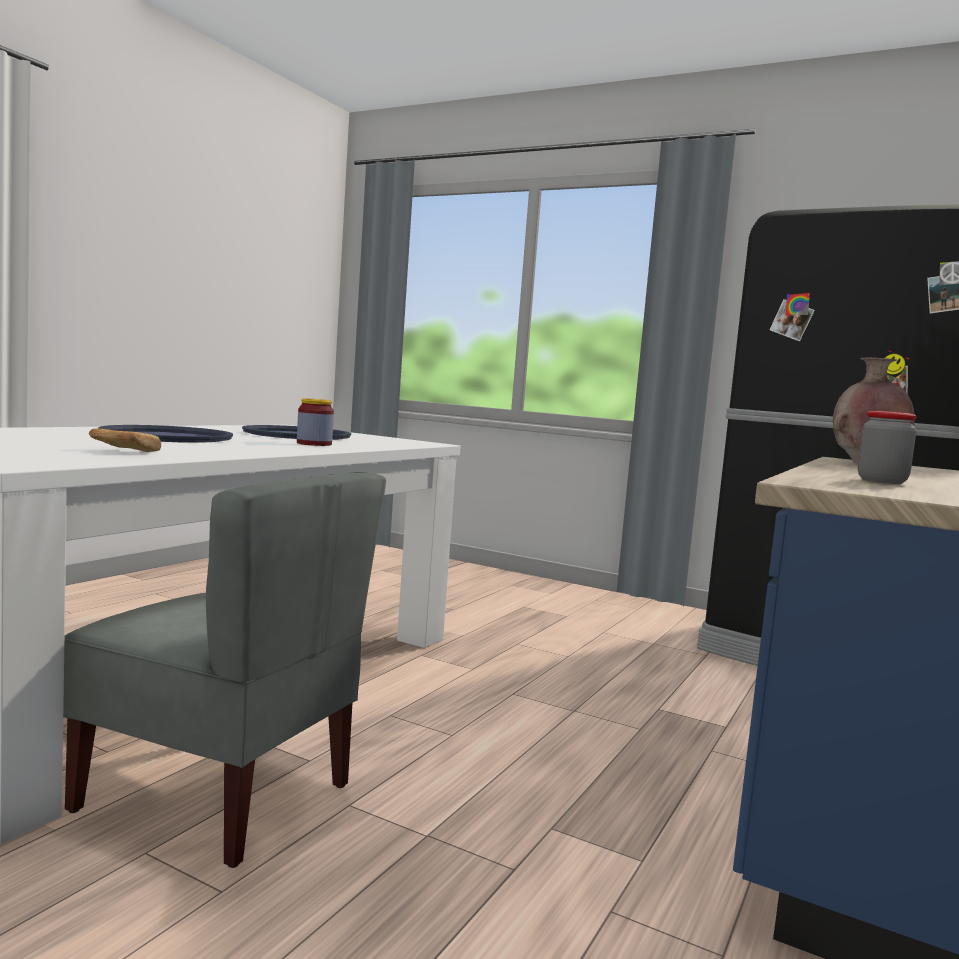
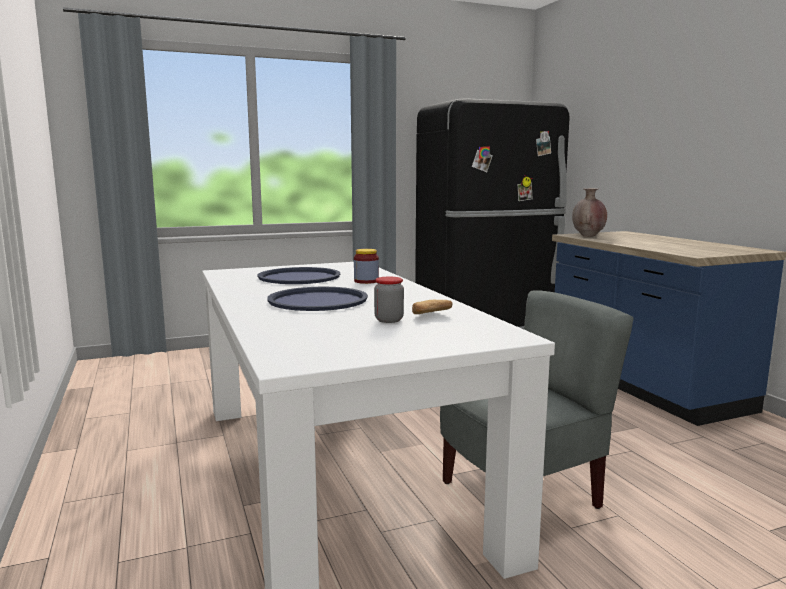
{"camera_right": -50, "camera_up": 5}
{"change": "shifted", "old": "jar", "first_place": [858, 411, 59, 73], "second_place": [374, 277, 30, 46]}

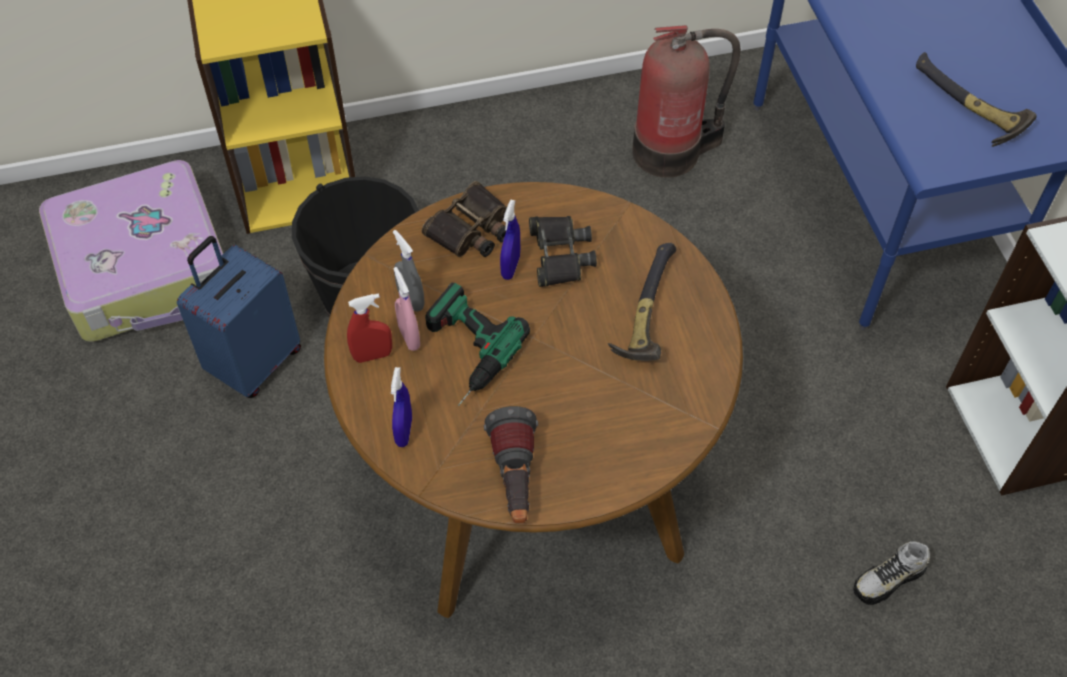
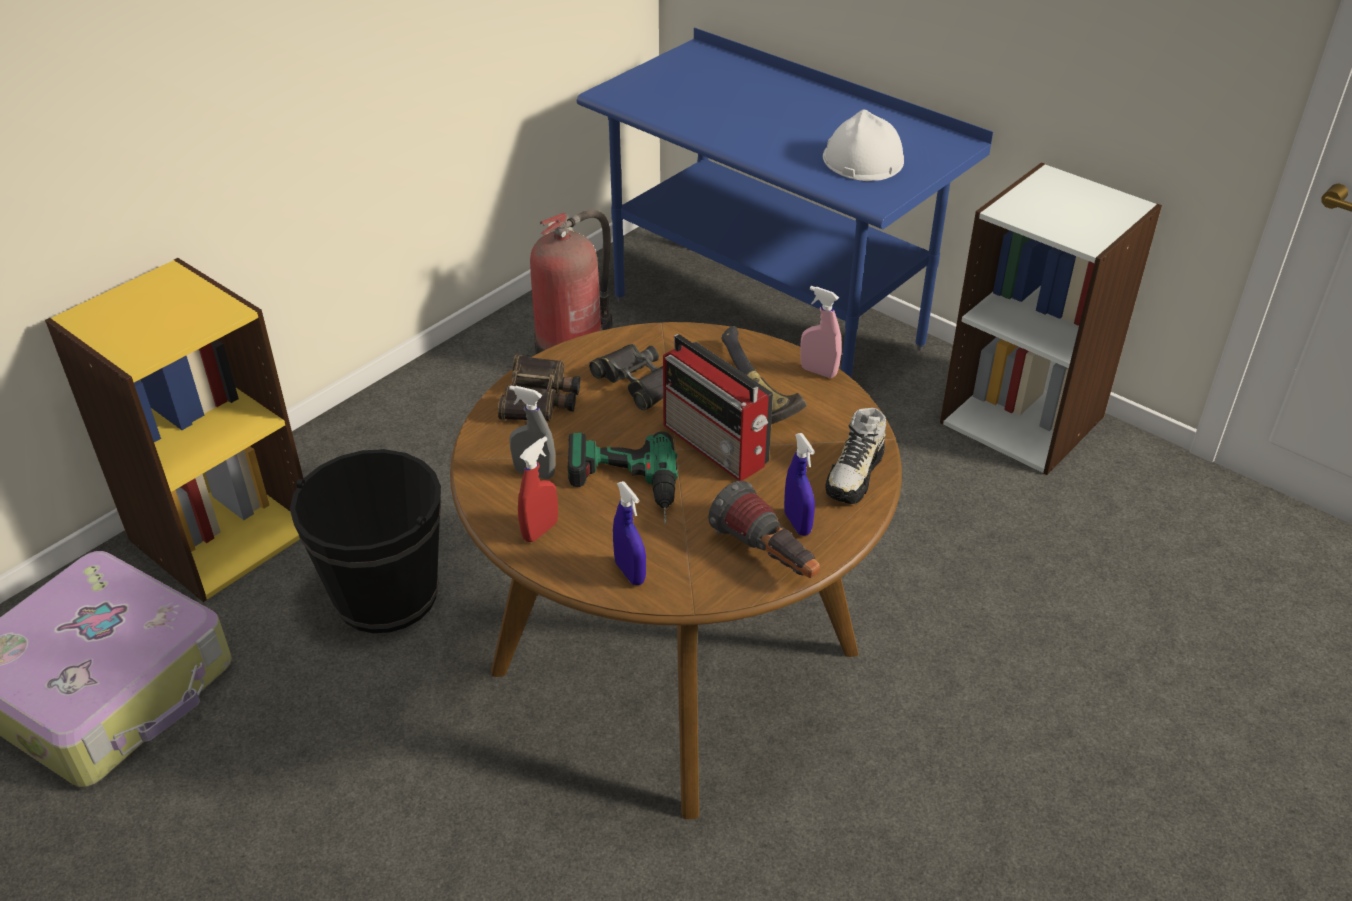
{"camera_right": -35, "camera_up": -15}
{"change": "gone", "old": "blue suitcase", "first_place": [177, 236, 124, 162]}
{"change": "shifted", "old": "pink spray bottle", "first_place": [393, 267, 27, 84], "second_place": [800, 286, 42, 92]}
{"change": "shifted", "old": "blue spray bottle", "first_place": [500, 200, 20, 80], "second_place": [784, 433, 31, 103]}
{"change": "shifted", "old": "shoe", "first_place": [853, 541, 77, 64], "second_place": [826, 408, 60, 96]}
{"change": "swapped", "old": "hammer", "new": "white hard hat", "first_place": [916, 52, 120, 95], "second_place": [823, 109, 81, 72]}
{"change": "new", "new": "radio", "second_place": [663, 334, 110, 147]}

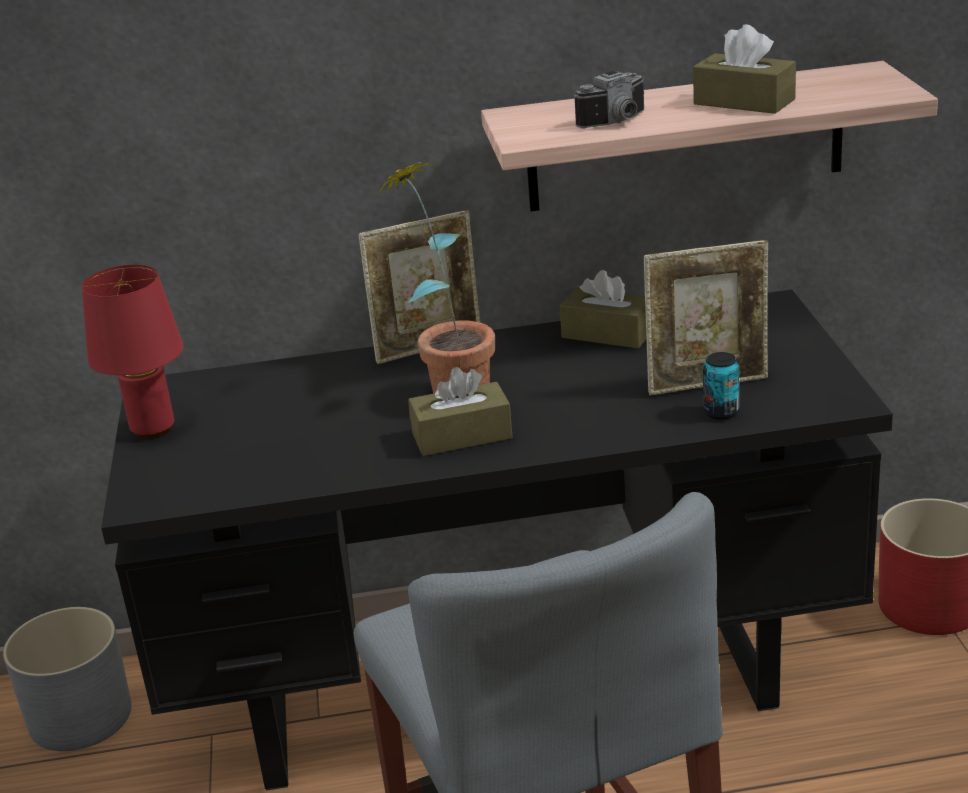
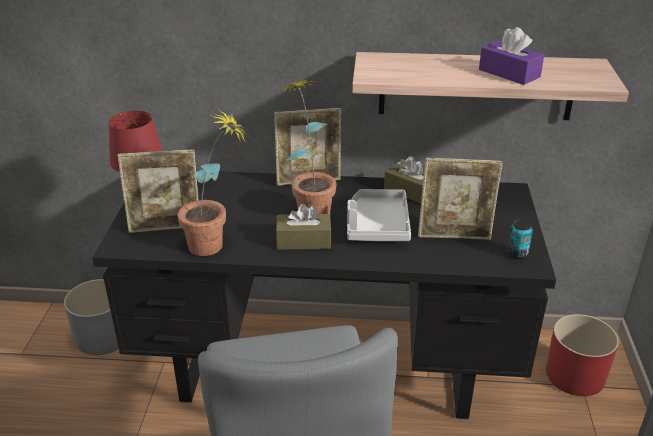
{"camera_right": 10, "camera_up": 5}
{"change": "gone", "old": "photo camera", "first_place": [574, 71, 70, 57]}
{"change": "repainted", "old": "brown tissue box", "new": "purple tissue box", "first_place": [693, 24, 103, 90], "second_place": [479, 27, 65, 58]}
{"change": "shifted", "old": "can", "first_place": [703, 352, 36, 68], "second_place": [507, 220, 26, 39]}
{"change": "new", "new": "picture frame", "second_place": [118, 149, 81, 84]}
{"change": "new", "new": "potted plant", "second_place": [177, 110, 70, 146]}
{"change": "new", "new": "grey tray", "second_place": [347, 189, 64, 52]}

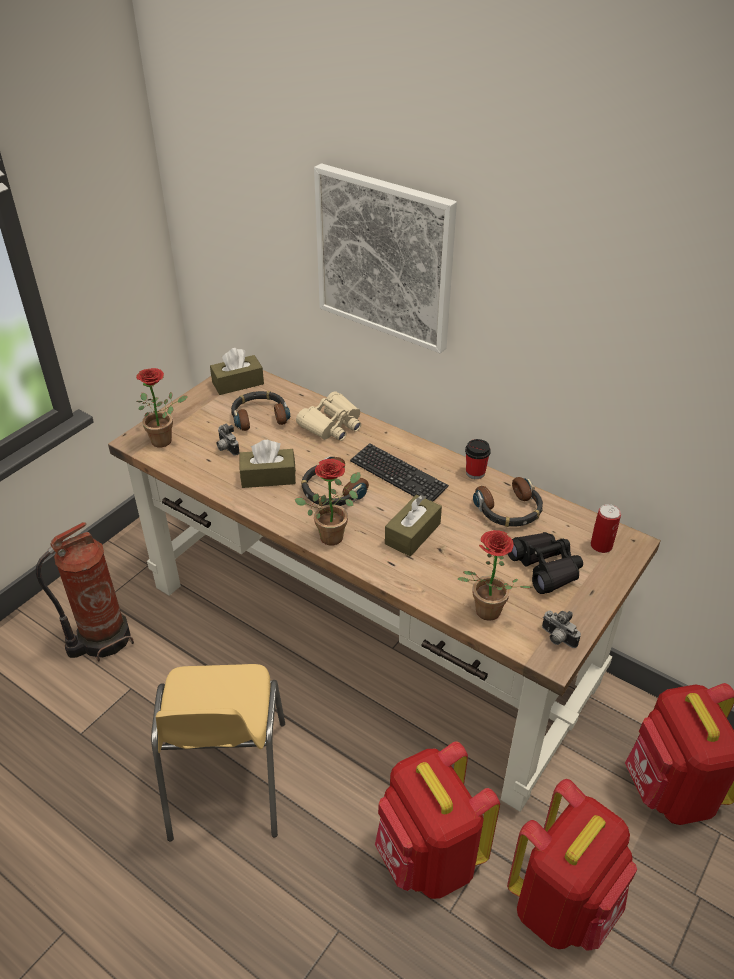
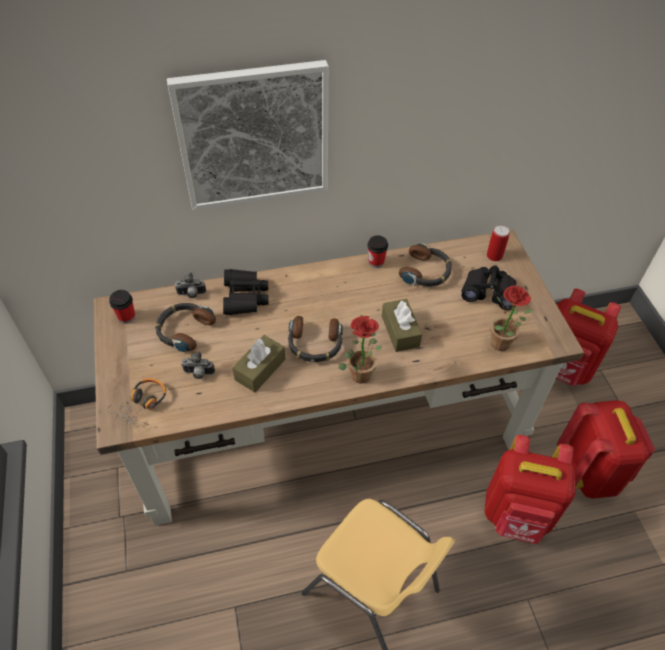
{"camera_right": -50, "camera_up": 10}
{"change": "gone", "old": "fire extinguisher", "first_place": [36, 522, 98, 139]}
{"change": "swapped", "old": "potted plant", "new": "headphones", "first_place": [136, 368, 52, 79], "second_place": [107, 378, 59, 49]}
{"change": "swapped", "old": "brown tissue box", "new": "cup", "first_place": [210, 348, 54, 47], "second_place": [109, 290, 26, 34]}
{"change": "repainted", "old": "beige binoculars", "new": "black binoculars", "first_place": [296, 391, 65, 50], "second_place": [223, 269, 46, 46]}
{"change": "gone", "old": "keyboard", "first_place": [350, 443, 99, 59]}
{"change": "shifted", "old": "photo camera", "first_place": [542, 611, 39, 37], "second_place": [175, 273, 31, 25]}

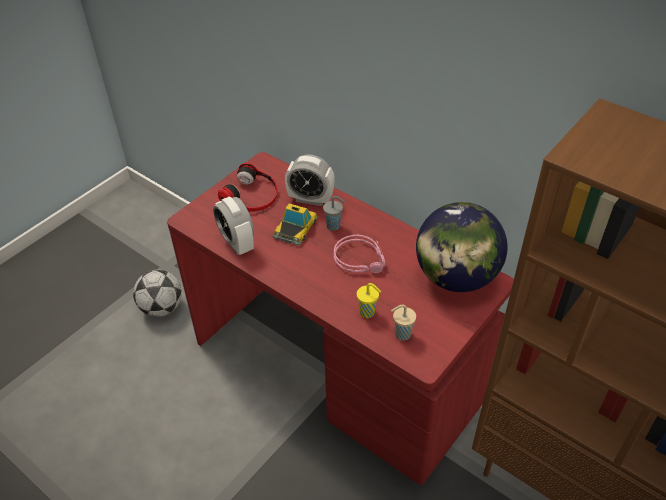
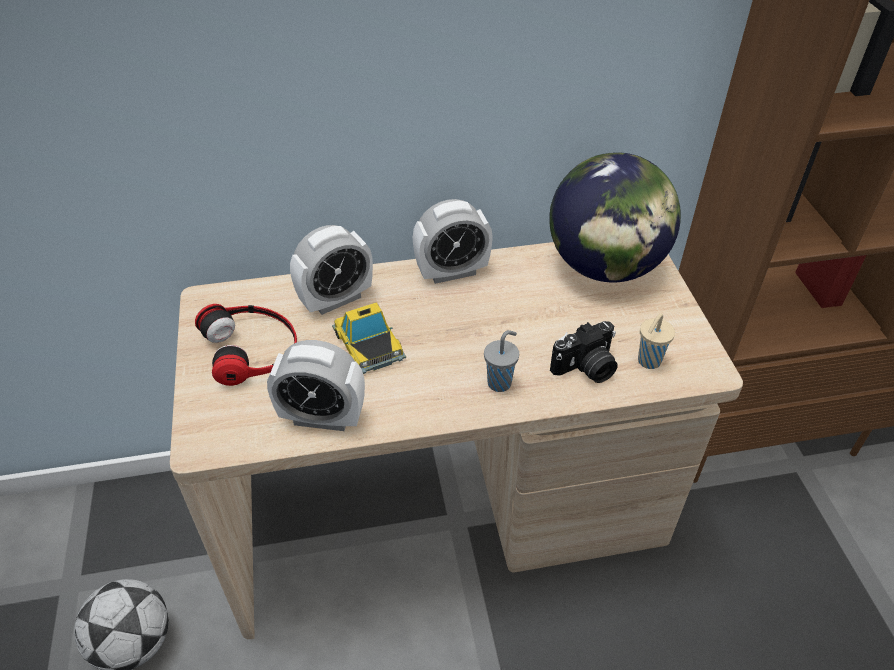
{"camera_right": -50, "camera_up": 0}
{"change": "repainted", "old": "red desk", "new": "beige desk", "first_place": [167, 152, 347, 333], "second_place": [170, 242, 573, 397]}
{"change": "shifted", "old": "grey cup", "first_place": [323, 196, 22, 35], "second_place": [484, 330, 35, 62]}
{"change": "gone", "old": "pink headphones", "first_place": [334, 235, 51, 38]}
{"change": "swapped", "old": "yellow cup", "new": "photo camera", "first_place": [357, 283, 24, 35], "second_place": [550, 321, 68, 62]}
{"change": "new", "new": "alarm clock", "second_place": [413, 199, 80, 85]}

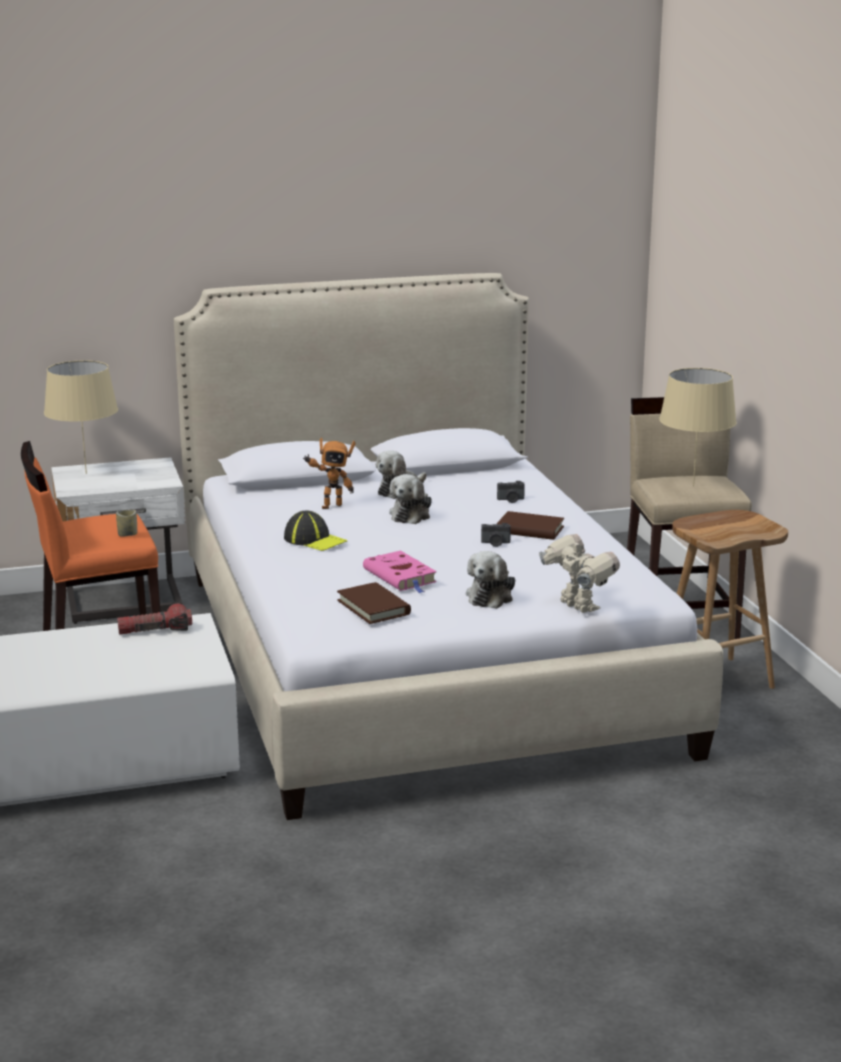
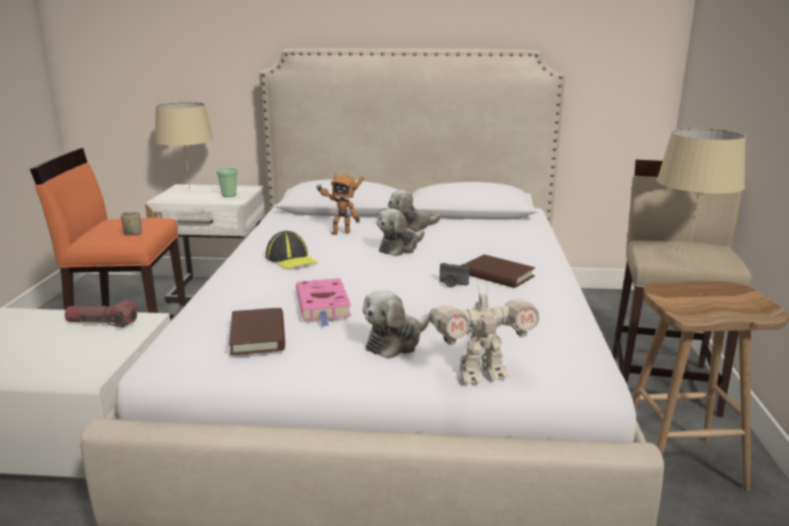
{"camera_right": 20, "camera_up": 0}
{"change": "gone", "old": "photo camera", "first_place": [497, 481, 28, 22]}
{"change": "rotated", "old": "toy robot", "first_place": [539, 534, 81, 79], "second_place": [429, 283, 110, 100], "degrees": 90}
{"change": "new", "new": "cup", "second_place": [216, 168, 22, 29]}

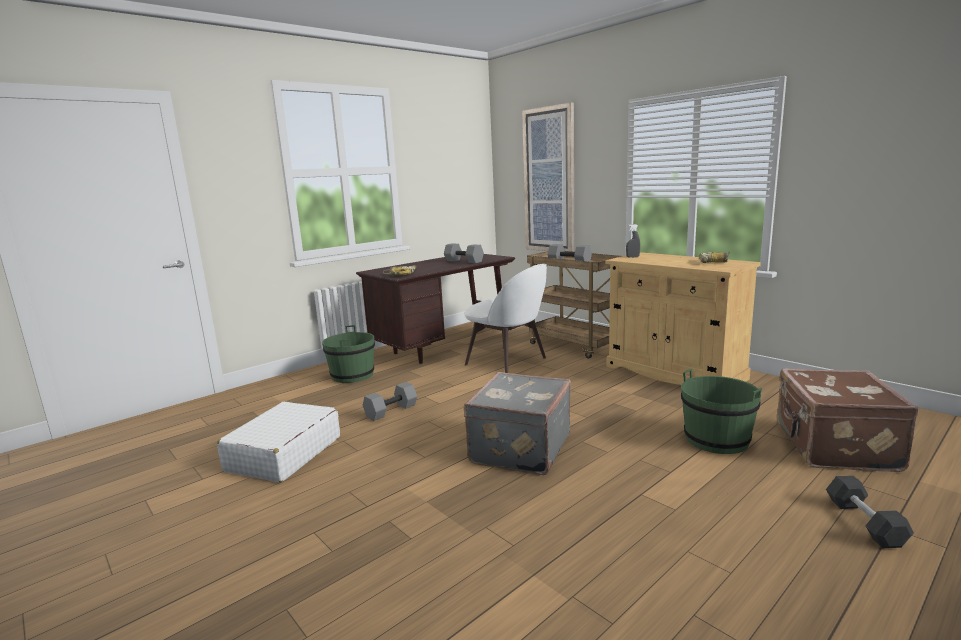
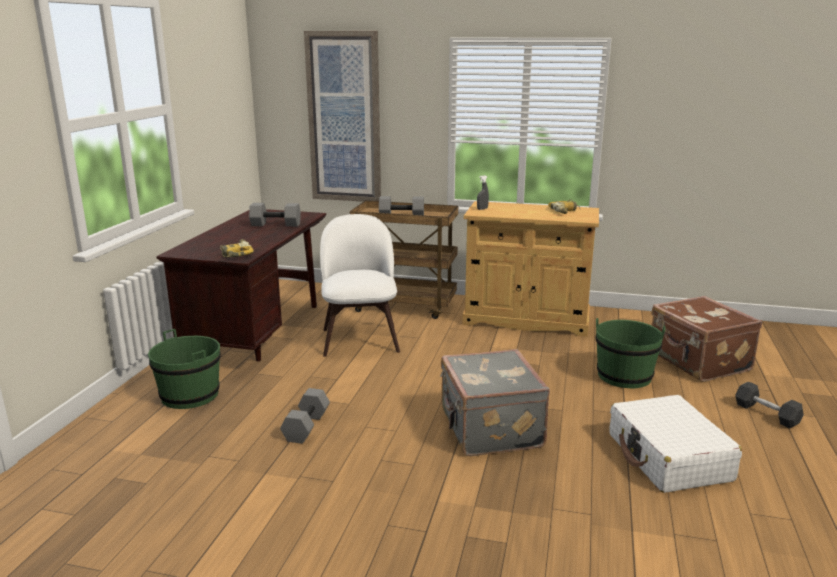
{"camera_right": -35, "camera_up": 5}
{"change": "shifted", "old": "white suitcase", "first_place": [217, 402, 123, 80], "second_place": [610, 395, 132, 98]}
{"change": "rotated", "old": "white chair", "first_place": [464, 264, 83, 109], "second_place": [320, 214, 80, 143], "degrees": -105}

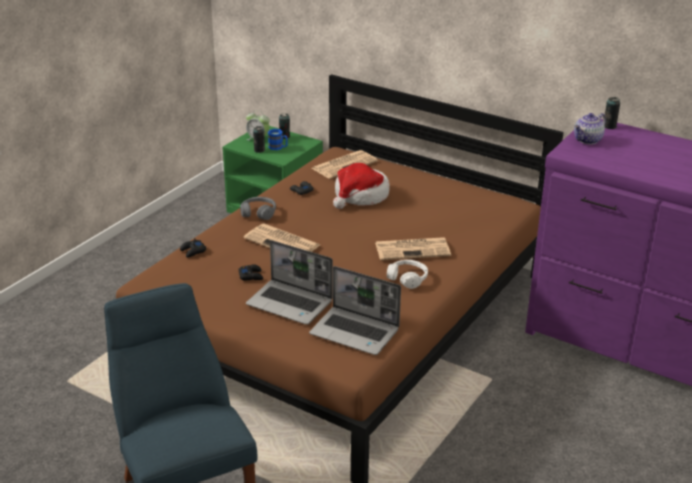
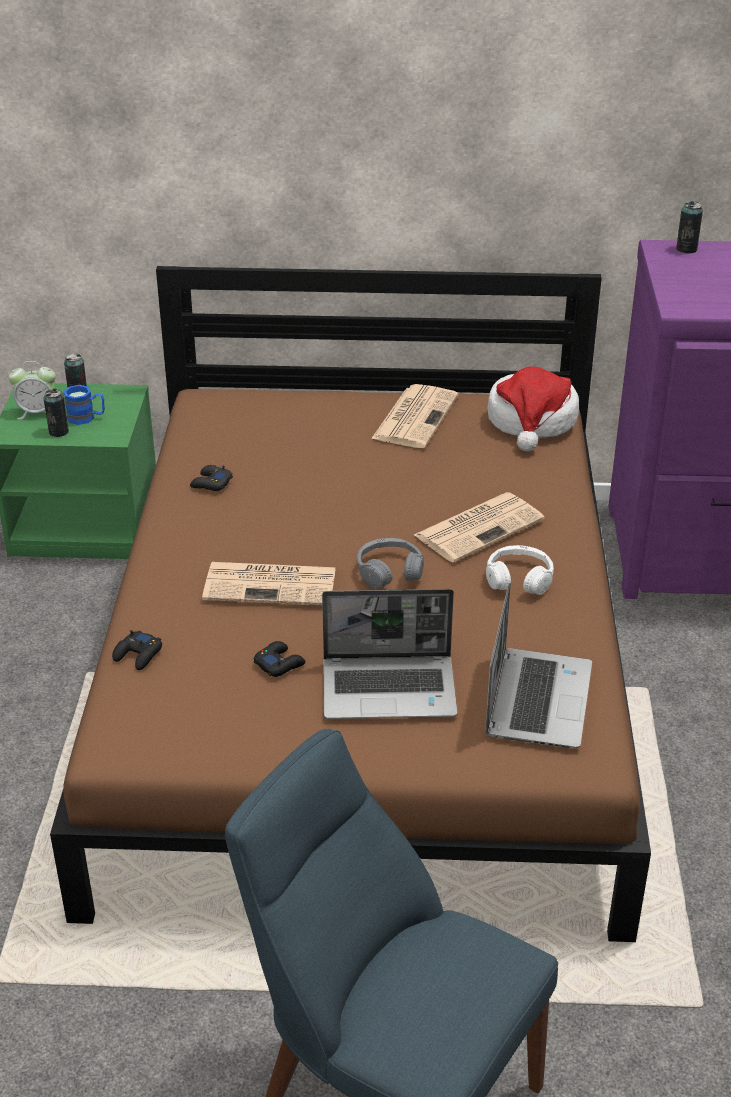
{"camera_right": -30, "camera_up": 5}
{"change": "shifted", "old": "grey headphones", "first_place": [240, 197, 36, 23], "second_place": [357, 538, 67, 50]}
{"change": "rotated", "old": "laptop", "first_place": [309, 266, 92, 89], "second_place": [485, 583, 107, 166], "degrees": -75}
{"change": "shifted", "old": "newspaper", "first_place": [312, 150, 66, 29], "second_place": [371, 384, 87, 64]}
{"change": "shifted", "old": "hat", "first_place": [333, 163, 57, 46], "second_place": [487, 366, 92, 86]}
{"change": "gone", "old": "teapot", "first_place": [574, 113, 32, 32]}

